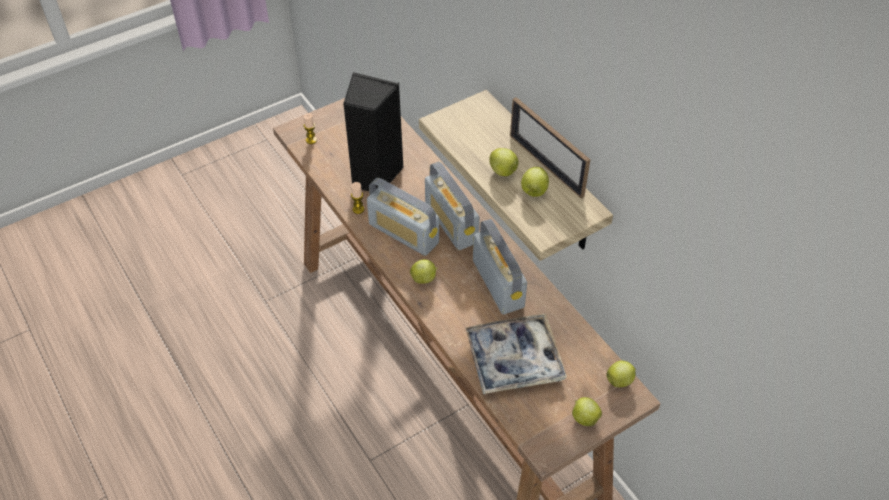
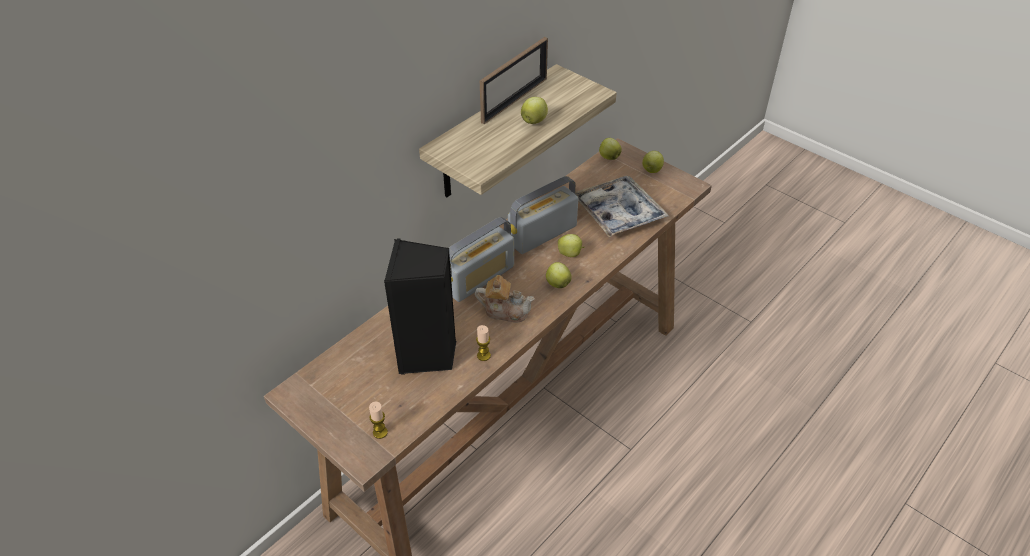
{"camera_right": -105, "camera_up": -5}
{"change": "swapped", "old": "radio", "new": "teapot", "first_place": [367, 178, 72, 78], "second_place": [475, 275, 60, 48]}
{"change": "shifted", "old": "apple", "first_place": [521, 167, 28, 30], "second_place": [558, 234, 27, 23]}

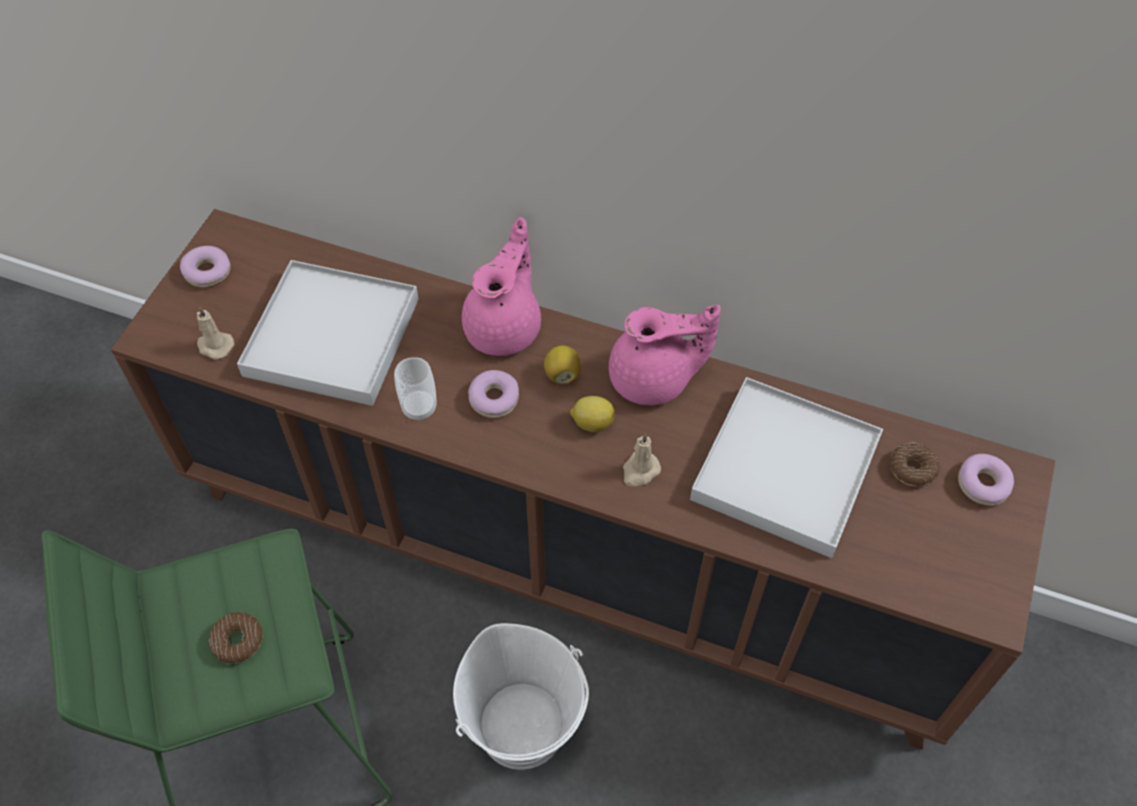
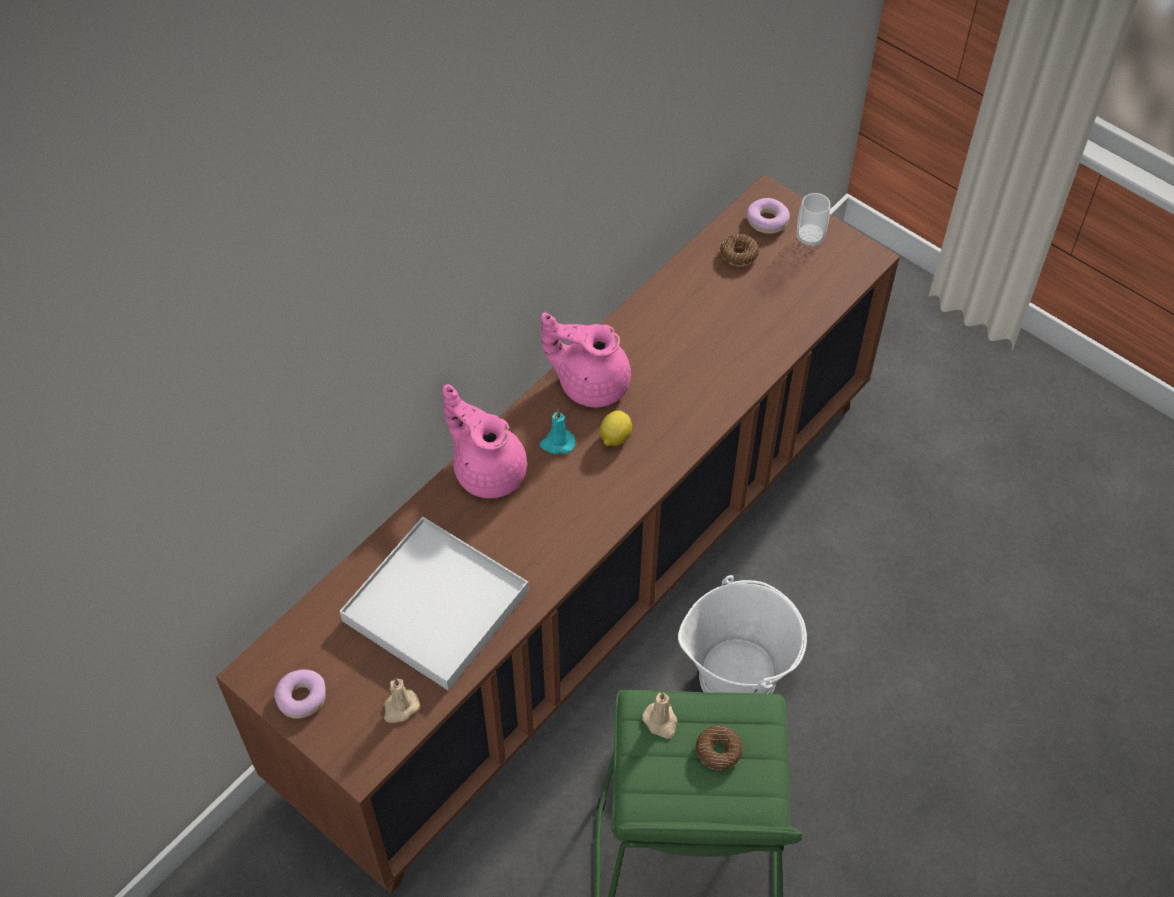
{"camera_right": -70, "camera_up": 0}
{"change": "shifted", "old": "cup", "first_place": [394, 357, 43, 64], "second_place": [797, 193, 33, 54]}
{"change": "gone", "old": "donut", "first_place": [468, 370, 51, 48]}
{"change": "swapped", "old": "lemon", "new": "turquoise candle", "first_place": [544, 345, 37, 39], "second_place": [539, 410, 37, 44]}
{"change": "rotated", "old": "pink teapot", "first_place": [609, 305, 112, 100], "second_place": [541, 312, 90, 96], "degrees": -90}
{"change": "shifted", "old": "beige candle", "first_place": [623, 433, 38, 53], "second_place": [642, 692, 35, 47]}
{"change": "gone", "old": "white tray", "first_place": [690, 377, 193, 181]}

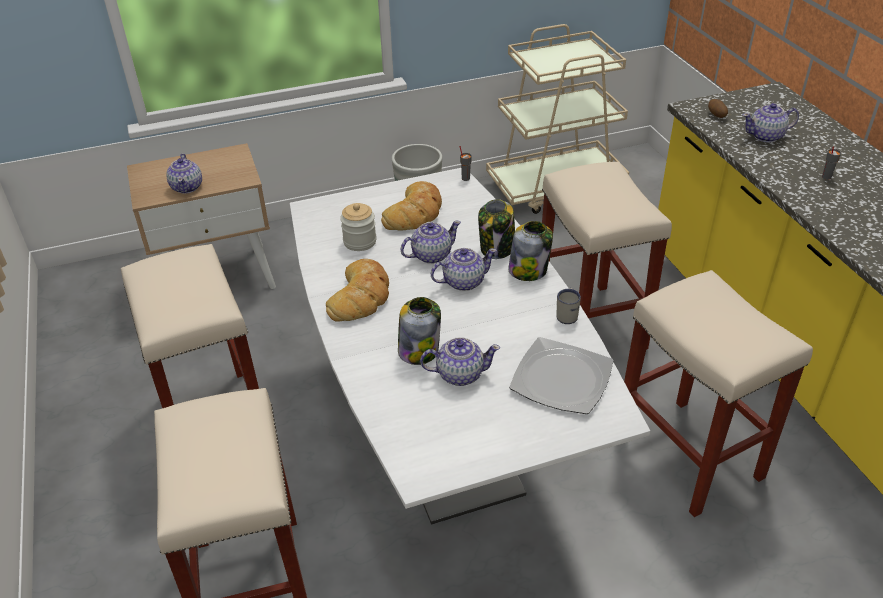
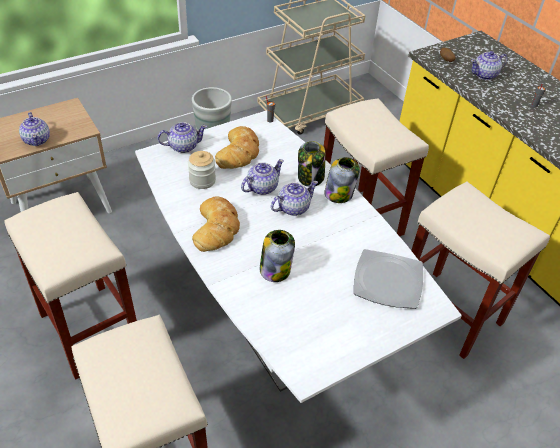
{"camera_right": -15, "camera_up": 5}
{"change": "shifted", "old": "teapot", "first_place": [420, 337, 80, 49], "second_place": [157, 122, 50, 31]}
{"change": "gone", "old": "white mug", "first_place": [556, 288, 25, 36]}

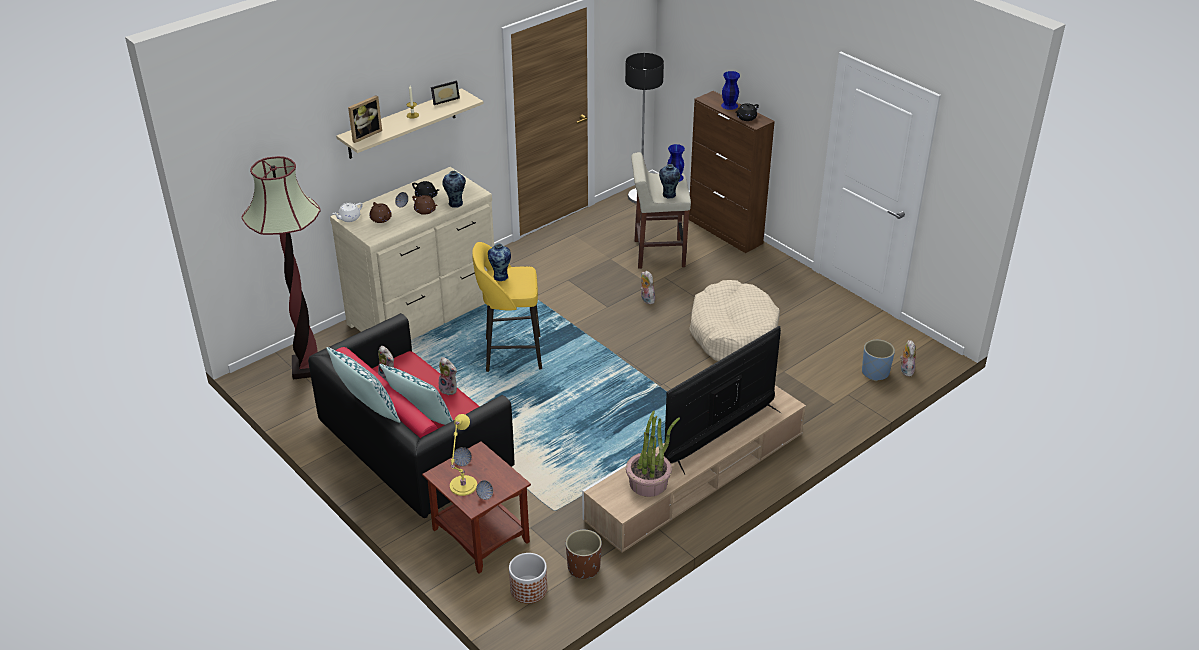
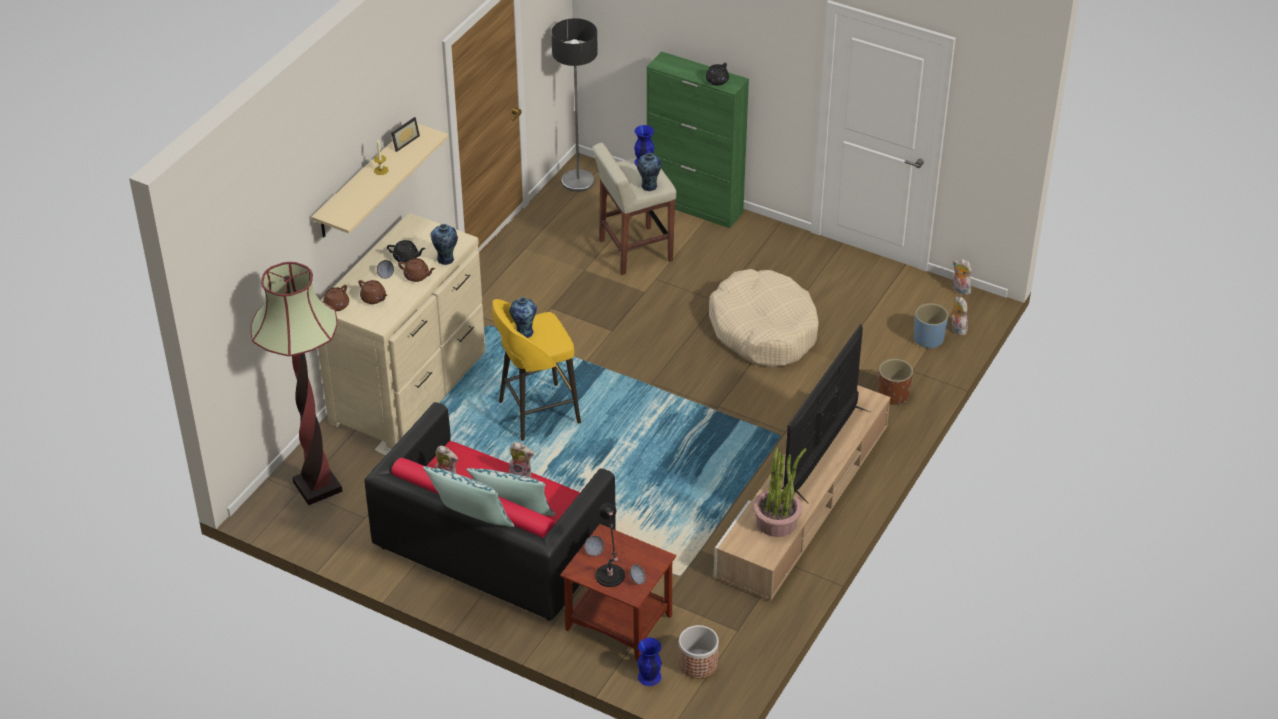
{"camera_right": -20, "camera_up": 5}
{"change": "repainted", "old": "white teapot", "new": "brown teapot", "first_place": [332, 203, 31, 19], "second_place": [323, 285, 26, 26]}
{"change": "gone", "old": "picture frame", "first_place": [348, 95, 34, 48]}
{"change": "repainted", "old": "yellow table lamp", "new": "black table lamp", "first_place": [450, 414, 27, 82], "second_place": [595, 503, 30, 84]}
{"change": "shifted", "old": "brown planter", "first_place": [566, 530, 36, 49], "second_place": [878, 359, 35, 46]}
{"change": "shifted", "old": "plush toy", "first_place": [640, 271, 15, 33], "second_place": [953, 259, 19, 36]}
{"change": "repainted", "old": "brown cabinet", "new": "green cabinet", "first_place": [689, 91, 86, 162], "second_place": [646, 51, 103, 177]}
{"change": "shifted", "old": "blue vase", "first_place": [721, 71, 19, 39], "second_place": [638, 638, 24, 48]}

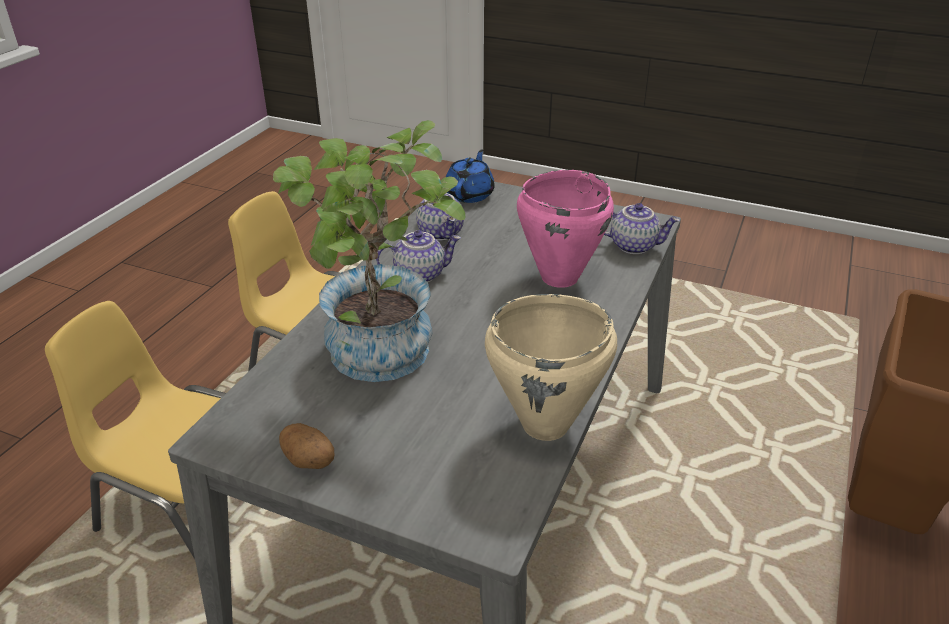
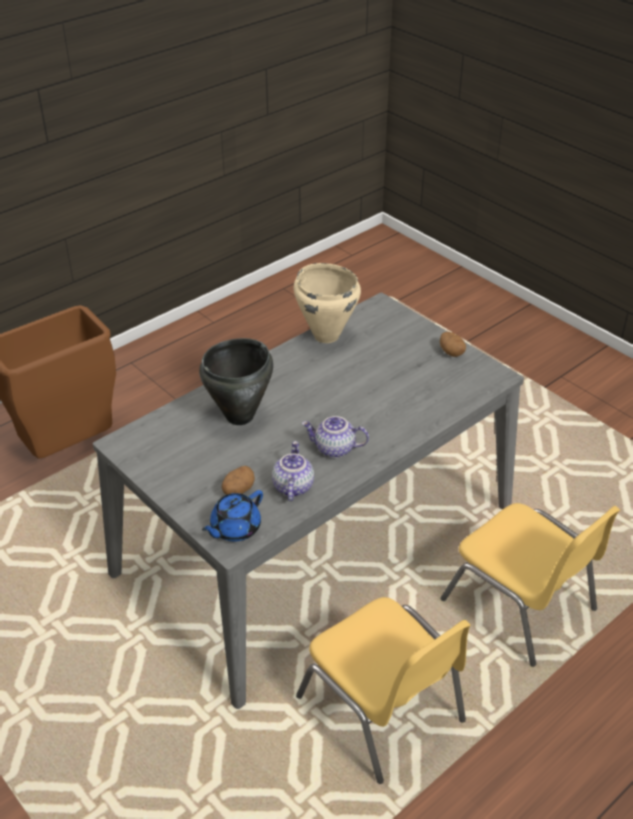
{"camera_right": -155, "camera_up": 5}
{"change": "gone", "old": "potted plant", "first_place": [273, 120, 193, 262]}
{"change": "repainted", "old": "pink cooking pot", "new": "black cooking pot", "first_place": [517, 170, 97, 118], "second_place": [199, 338, 74, 87]}
{"change": "gone", "old": "teapot", "first_place": [604, 203, 76, 51]}
{"change": "new", "new": "potato", "second_place": [222, 466, 33, 29]}

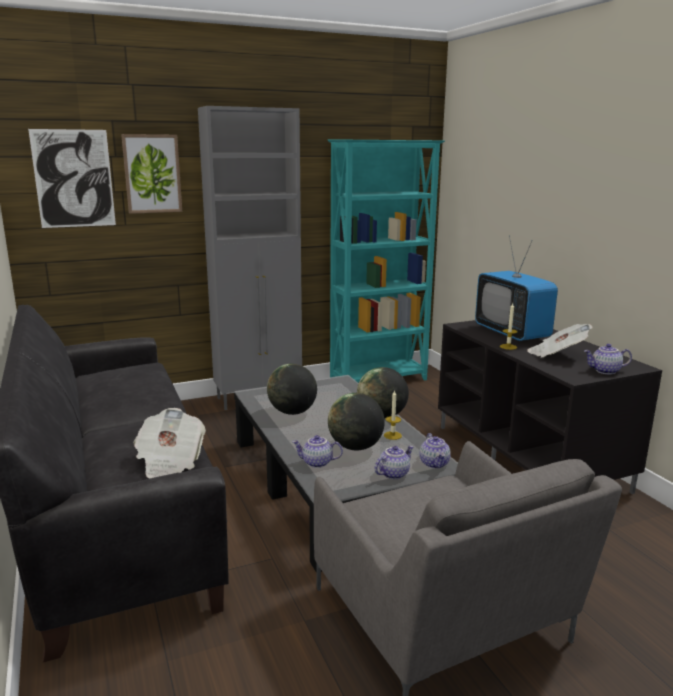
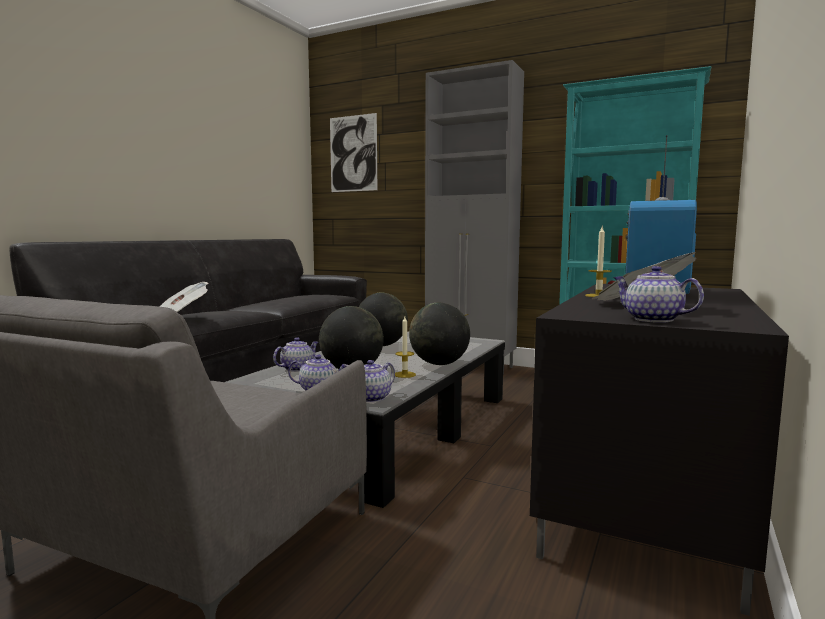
{"camera_right": 50, "camera_up": -10}
{"change": "gone", "old": "picture", "first_place": [121, 134, 61, 80]}
{"change": "rotated", "old": "teapot", "first_place": [292, 435, 51, 33], "second_place": [273, 337, 45, 35], "degrees": 75}

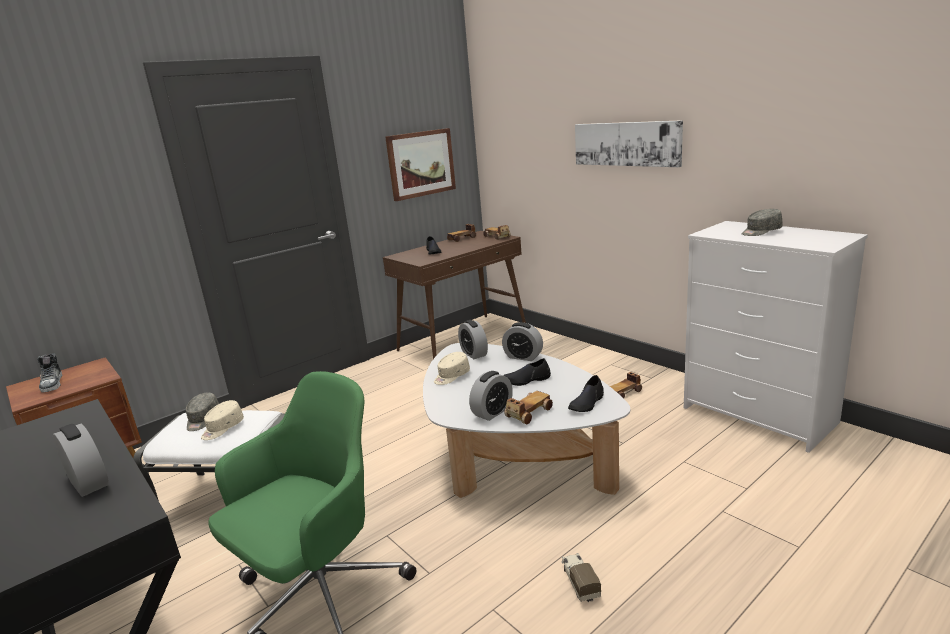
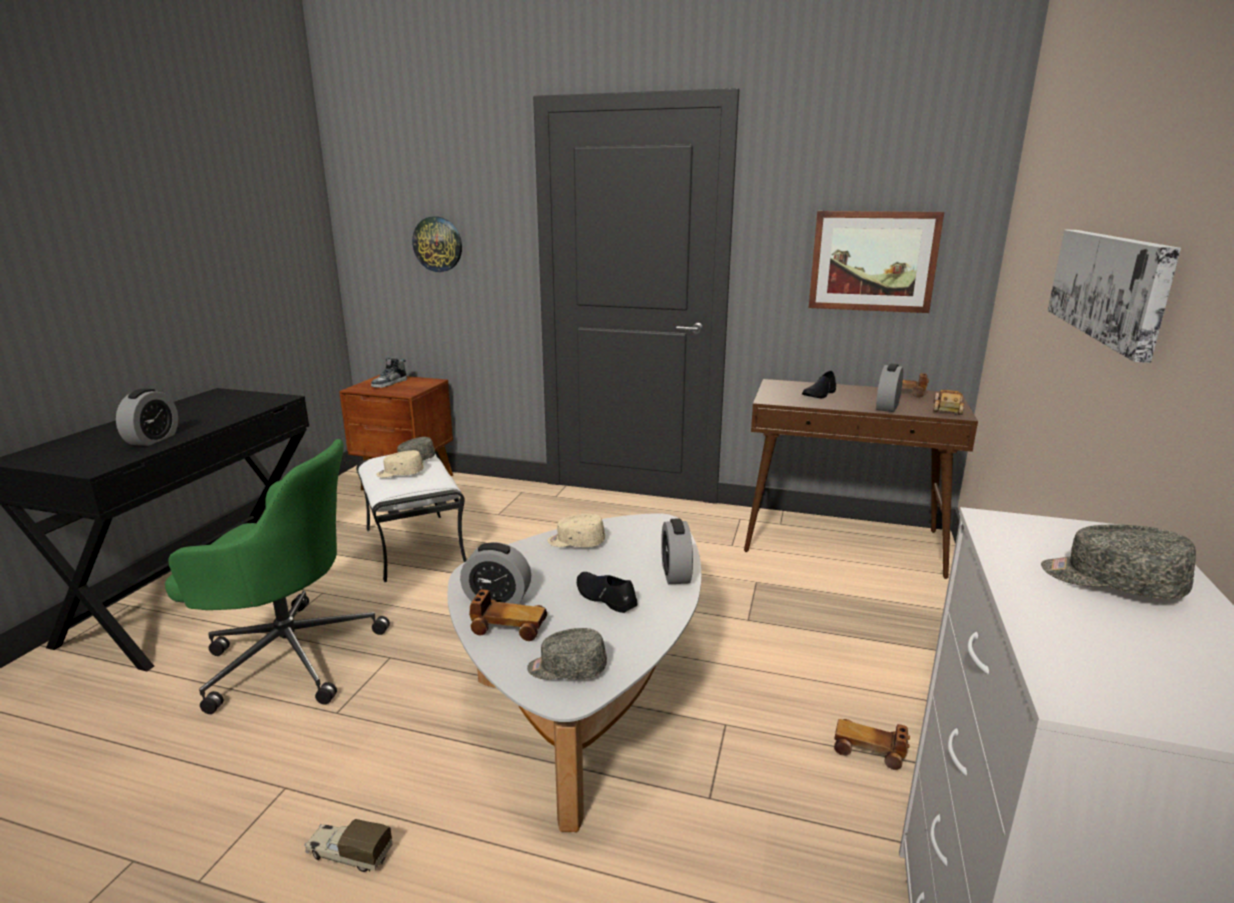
{"camera_right": 55, "camera_up": 0}
{"change": "shifted", "old": "alarm clock", "first_place": [458, 320, 30, 39], "second_place": [876, 363, 27, 49]}
{"change": "rotated", "old": "toy truck", "first_place": [562, 553, 39, 49], "second_place": [304, 819, 89, 53], "degrees": -120}
{"change": "swapped", "old": "black shoe", "new": "grey cap", "first_place": [568, 375, 36, 37], "second_place": [527, 628, 80, 52]}
{"change": "new", "new": "wall clock", "second_place": [412, 217, 50, 55]}

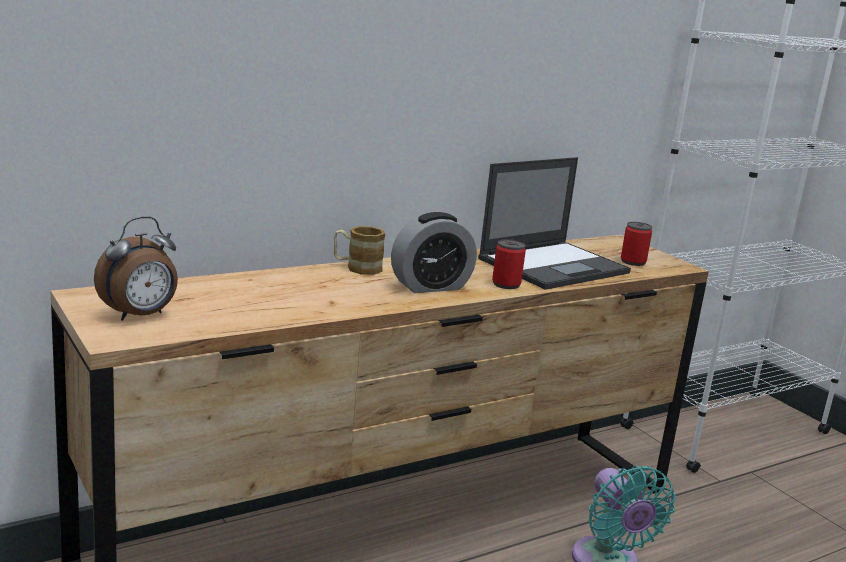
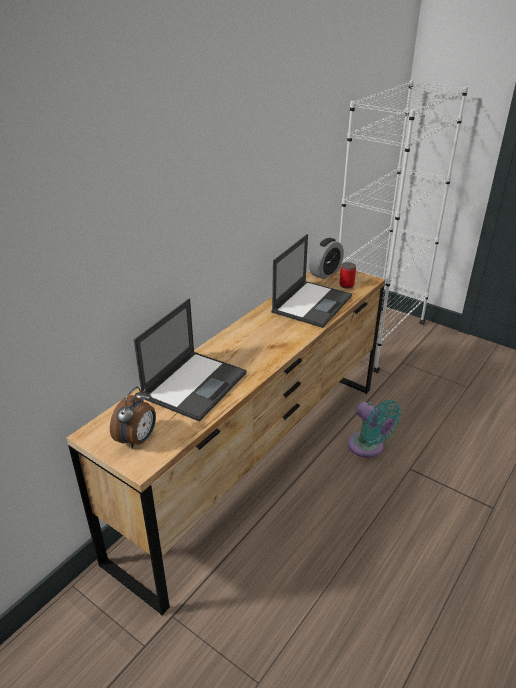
{"camera_right": -20, "camera_up": 15}
{"change": "gone", "old": "mug", "first_place": [334, 226, 52, 49]}
{"change": "shifted", "old": "alarm clock", "first_place": [391, 212, 86, 81], "second_place": [309, 238, 35, 41]}
{"change": "gone", "old": "can", "first_place": [492, 239, 34, 50]}
{"change": "new", "new": "laptop", "second_place": [134, 298, 113, 124]}

